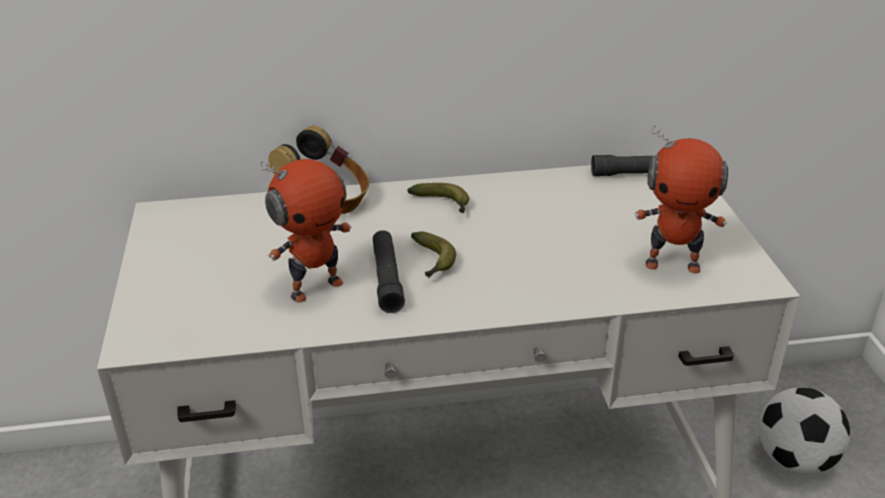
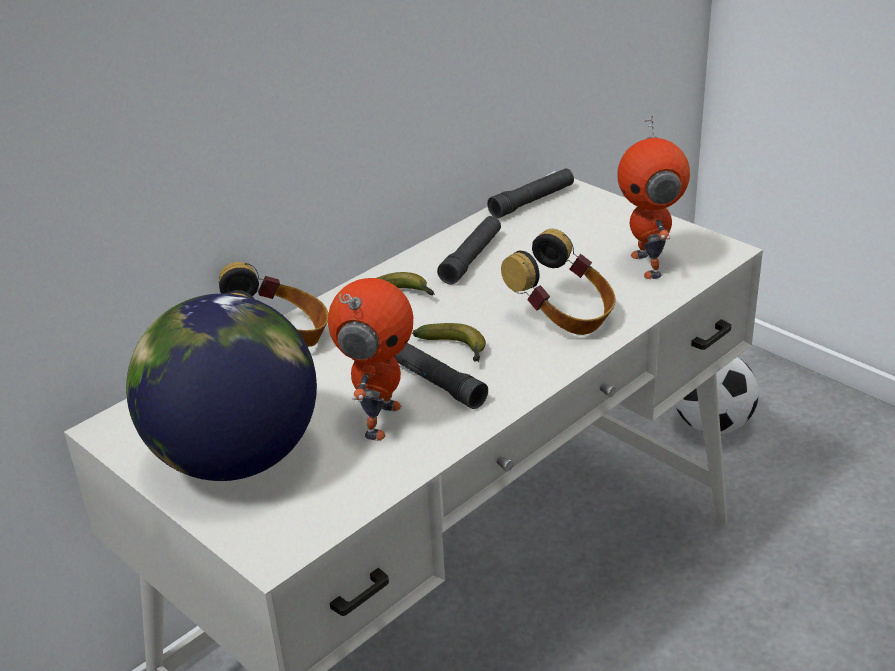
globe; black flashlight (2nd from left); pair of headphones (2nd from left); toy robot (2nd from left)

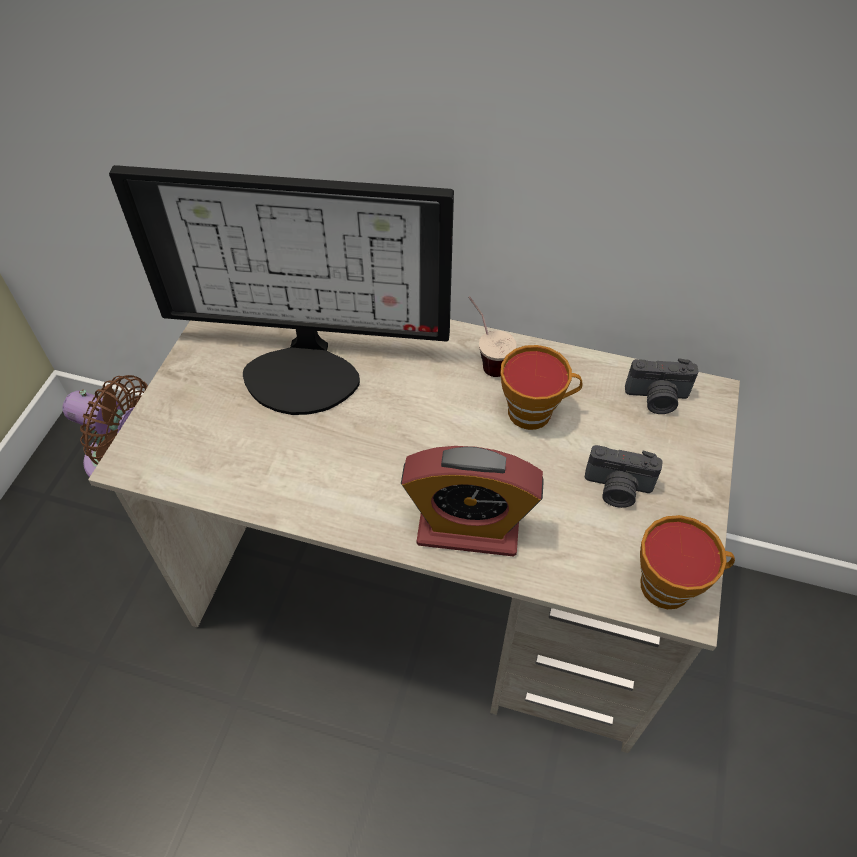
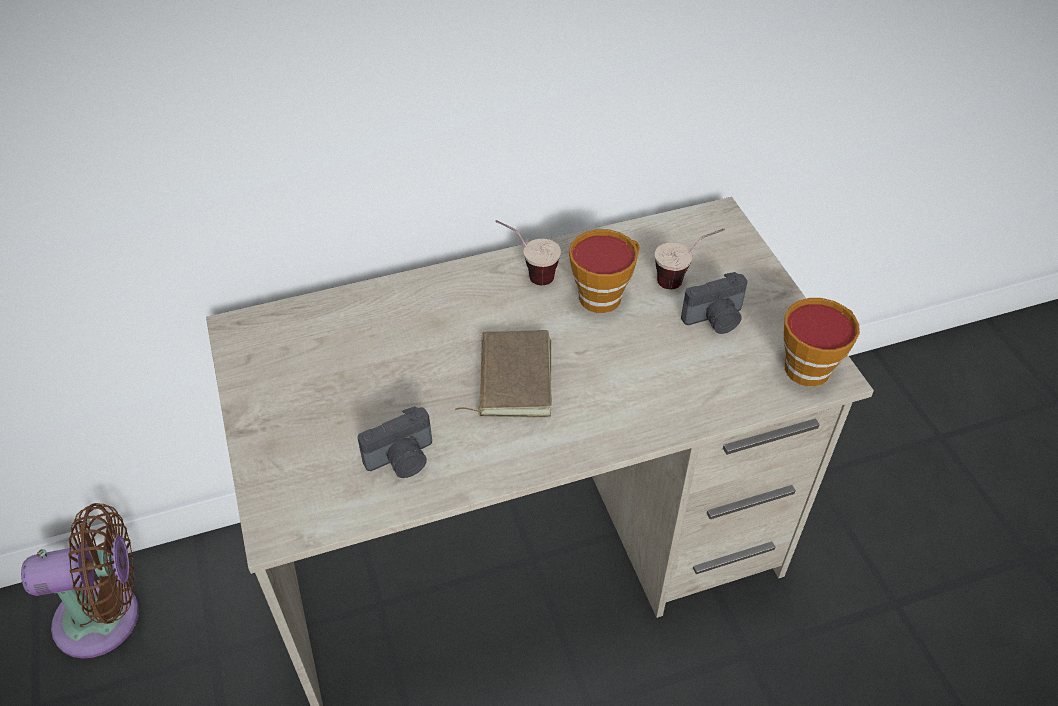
still camera (1st from left); brownish bound book; small cup (3rd from left); monitor; table clock

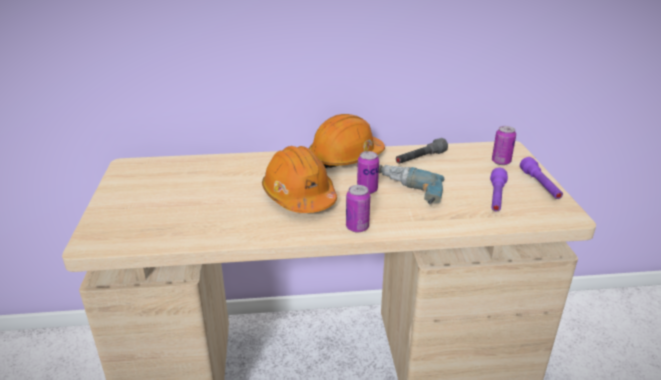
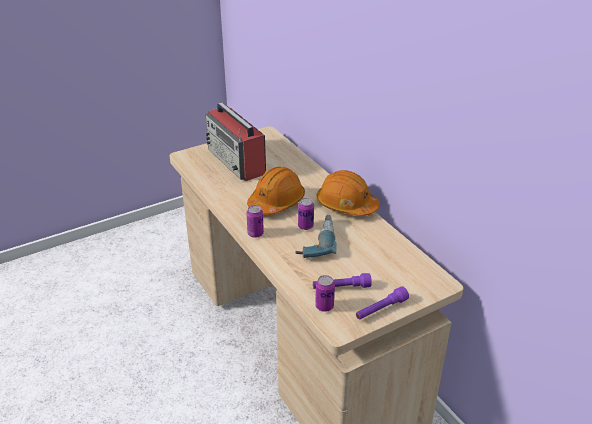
radio receiver; metal can (3rd from left); grey flashlight

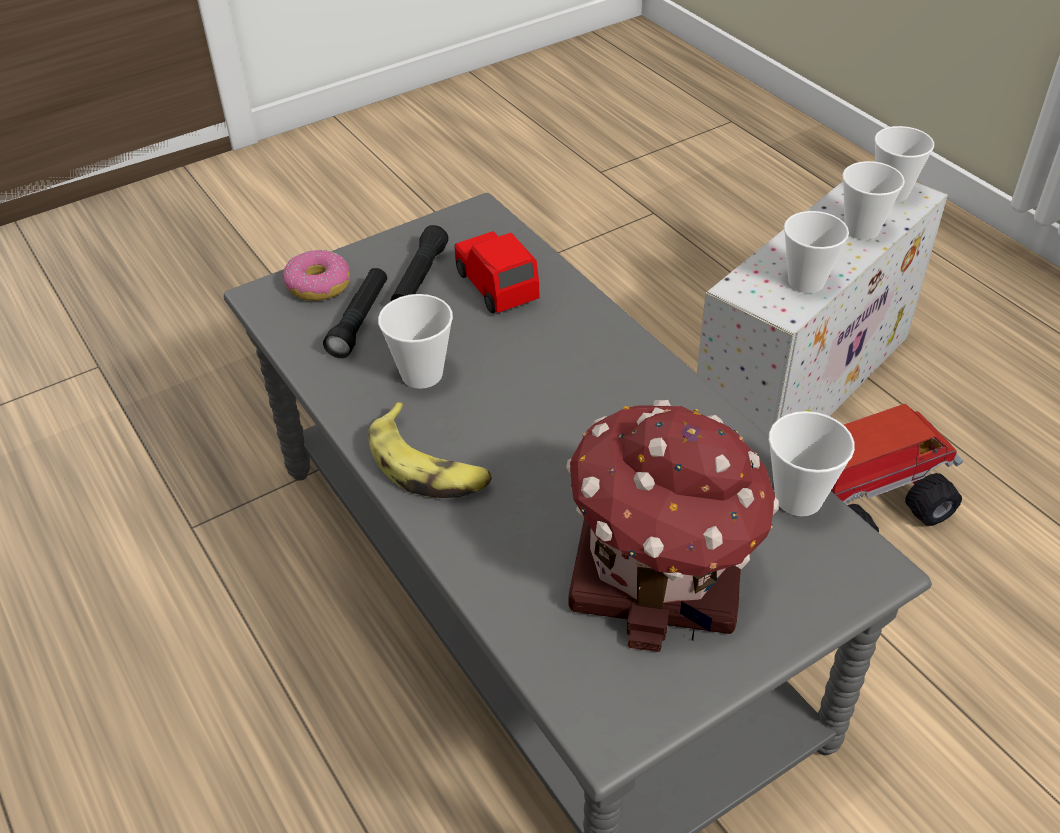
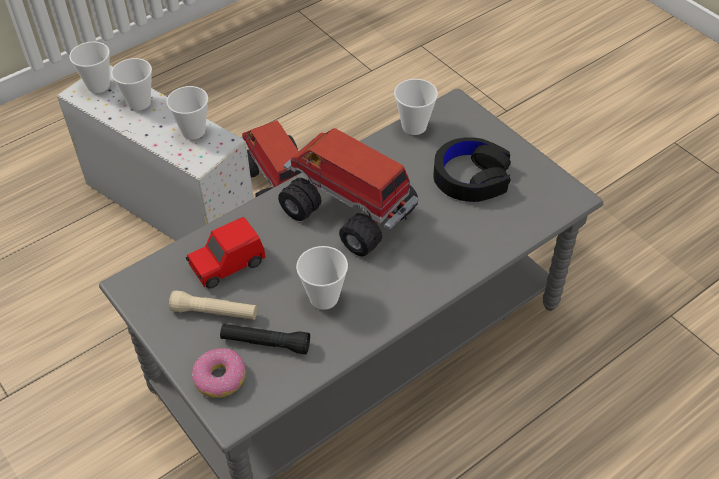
beige-coloured flashlight; model truck (2nd from left); black pair of headphones; banana

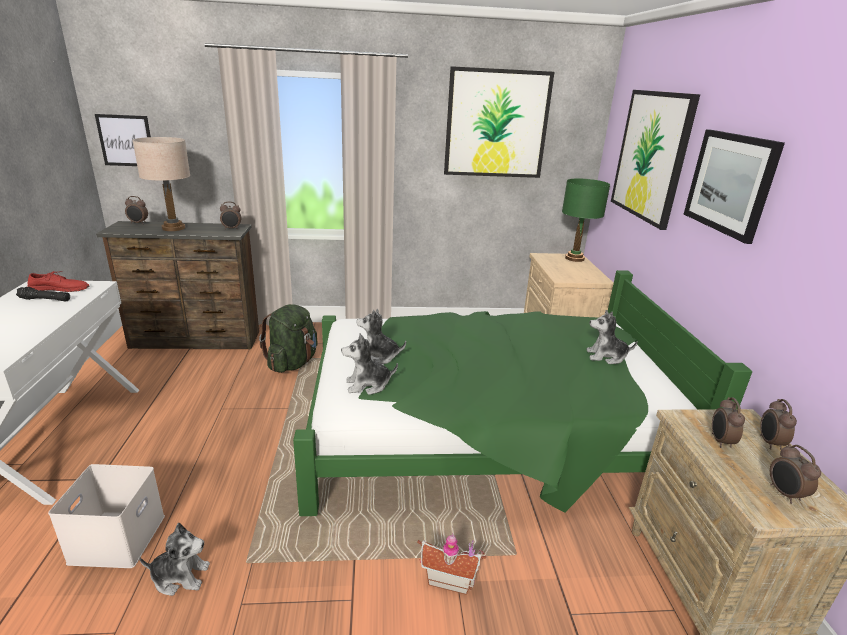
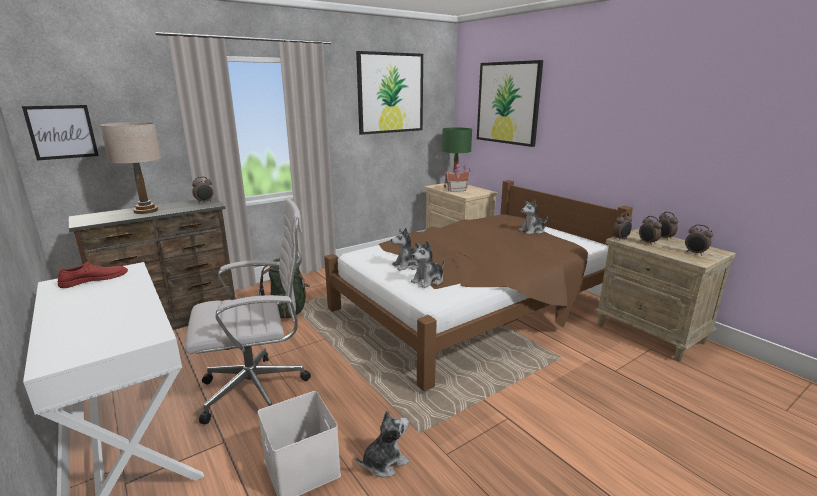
white-coloured desk chair; brownish sleeping bed; miniature house; table clock (2nd from left); black flashlight; wall art (4th from left in the first image)

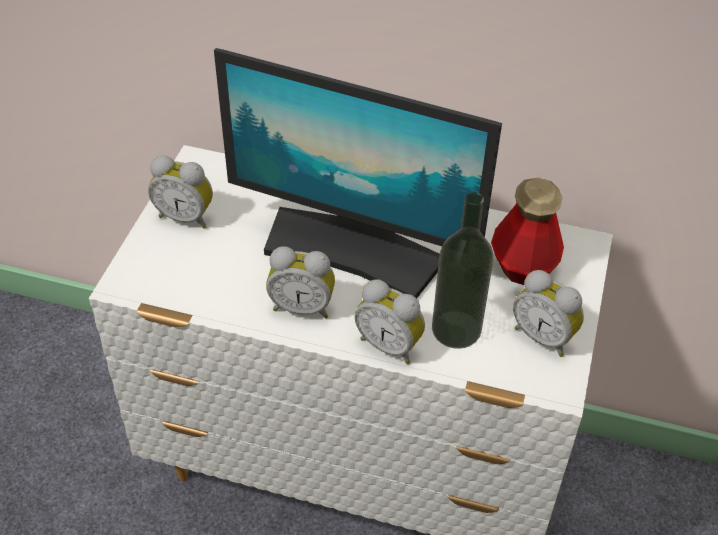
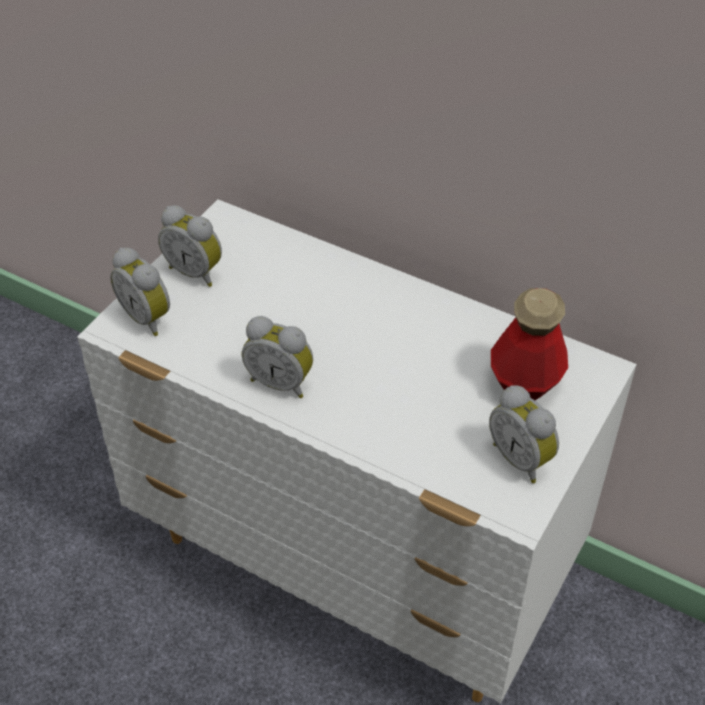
table clock (1st from left); monitor; beverage bottle (1st from left in the first image)

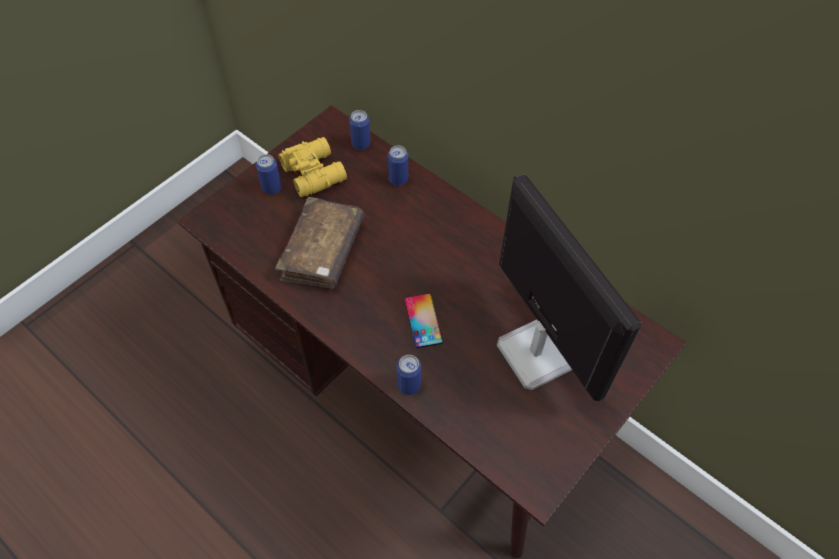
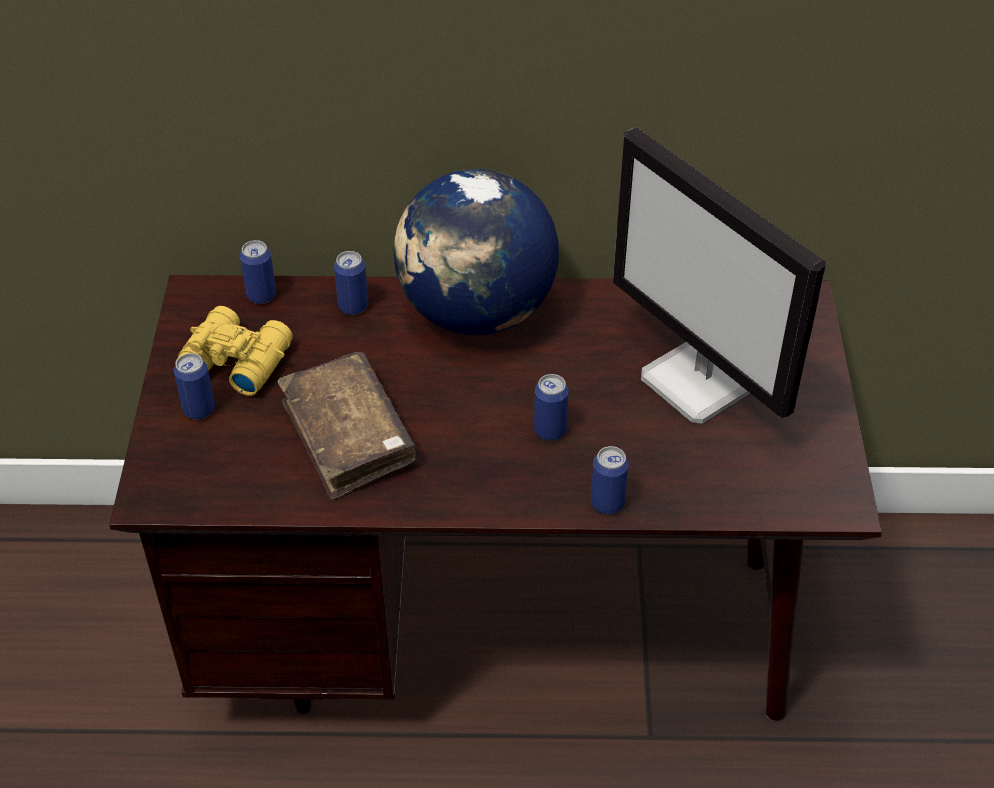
globe; metal can (4th from left); monitor

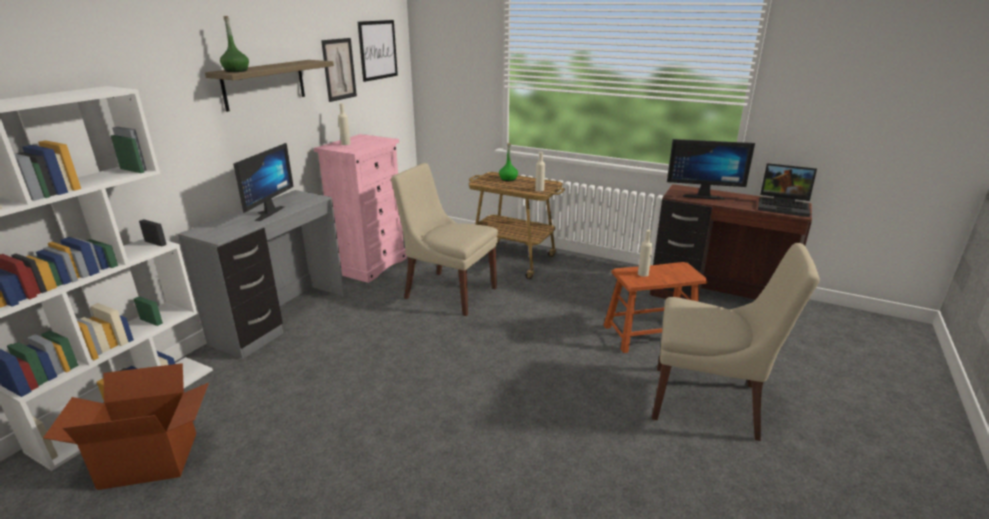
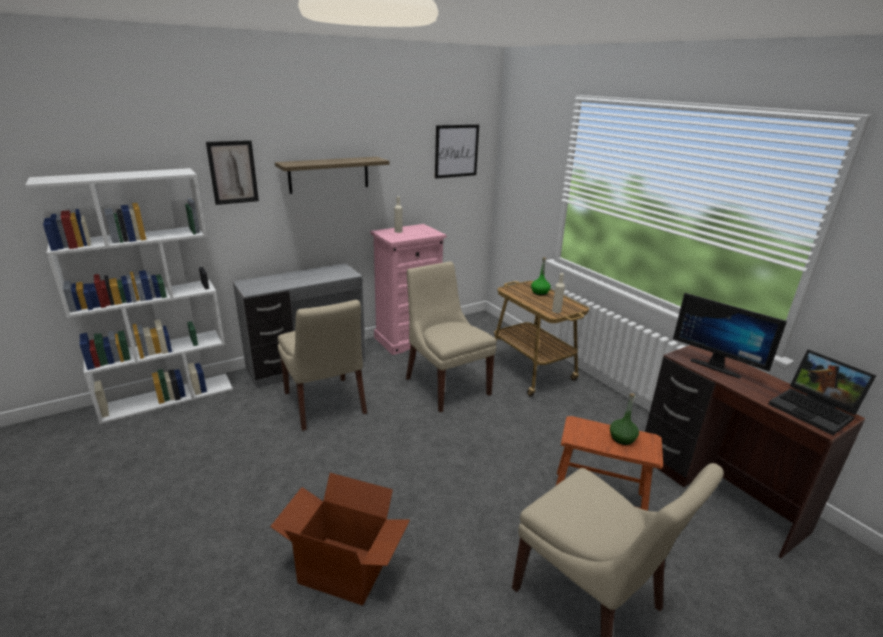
wall art (1st from left); carton; beige-coloured chair (1st from left); greenish beverage bottle (2nd from left); monitor (1st from left in the first image); beige-coloured beverage bottle (3rd from left in the first image)

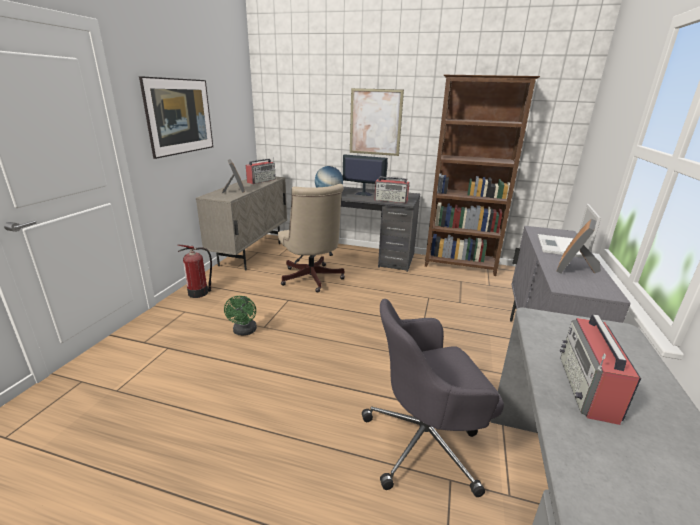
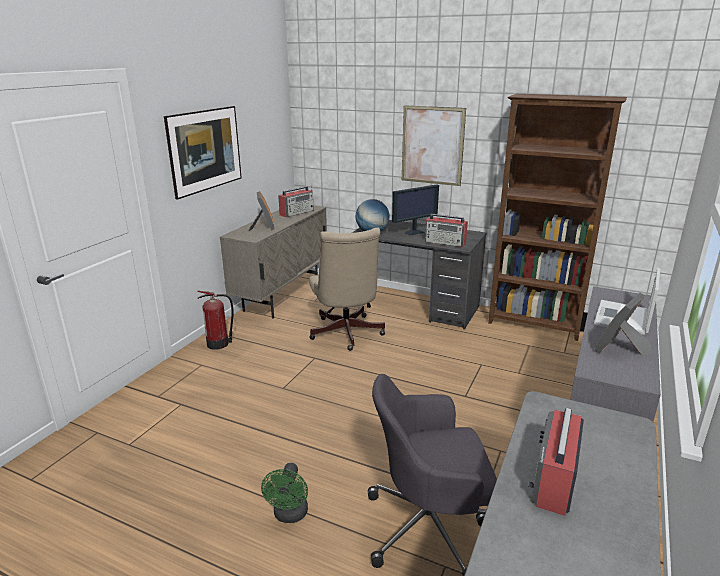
greenish electric fan; monitor

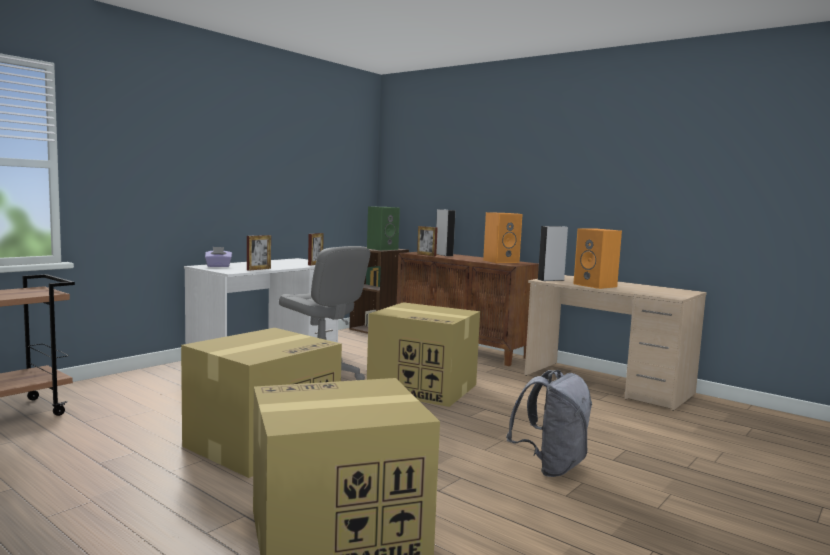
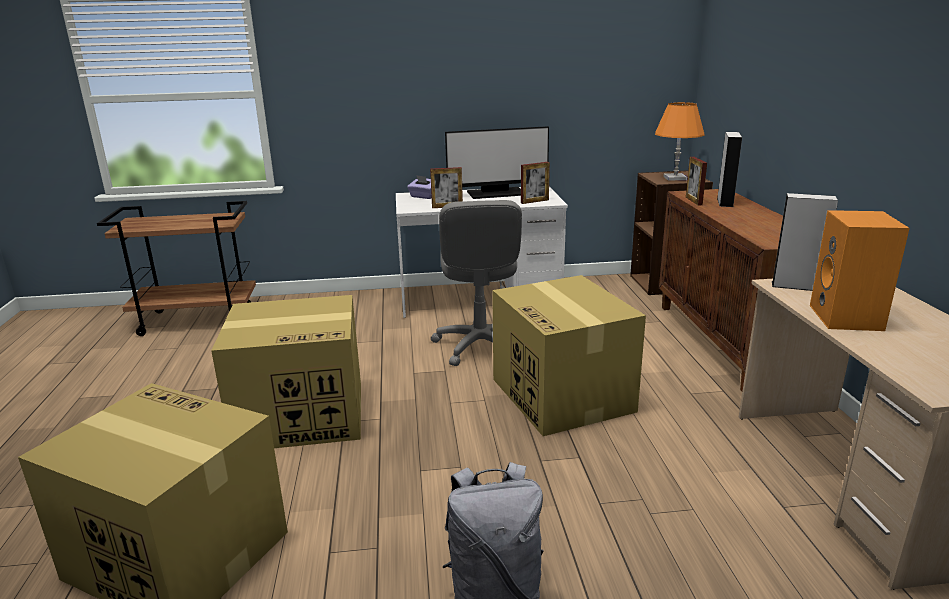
monitor; orange-coloured lamp for a table; orange-coloured audio speaker (1st from left in the first image)

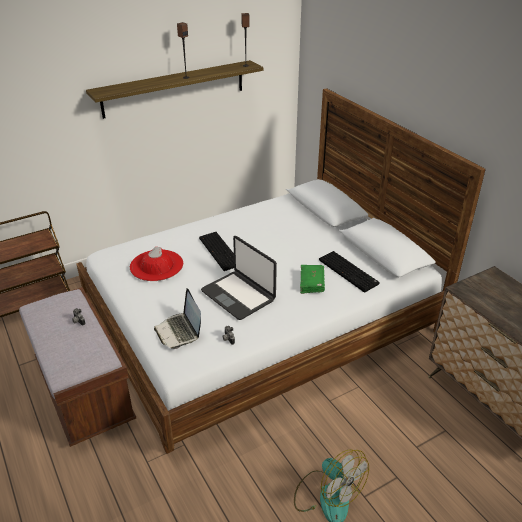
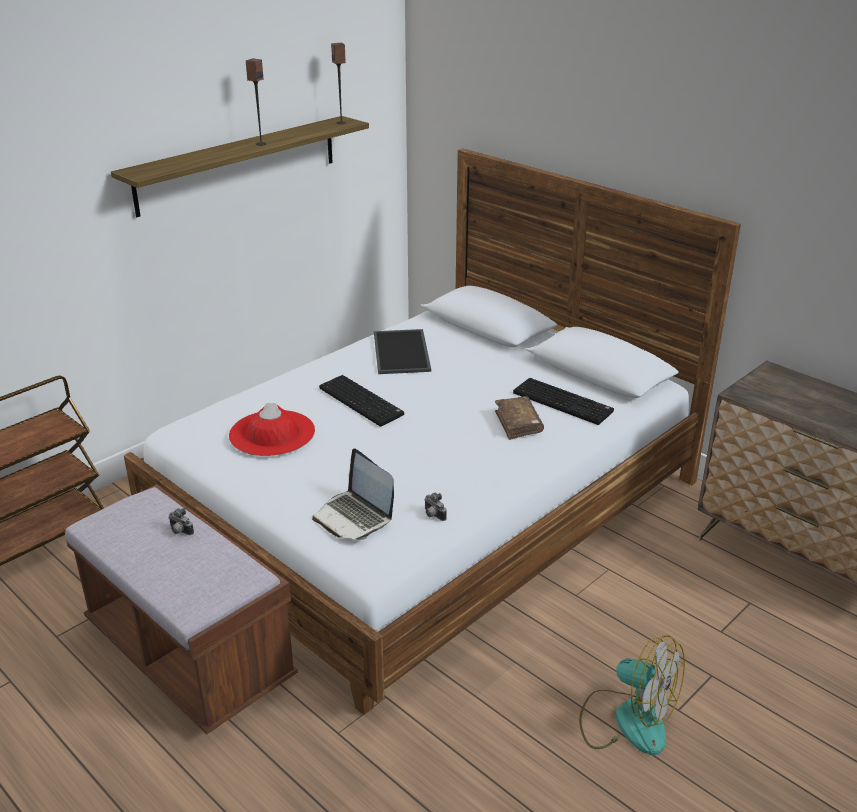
serving tray; brownish bound book; portable computer (2nd from left in the first image)

